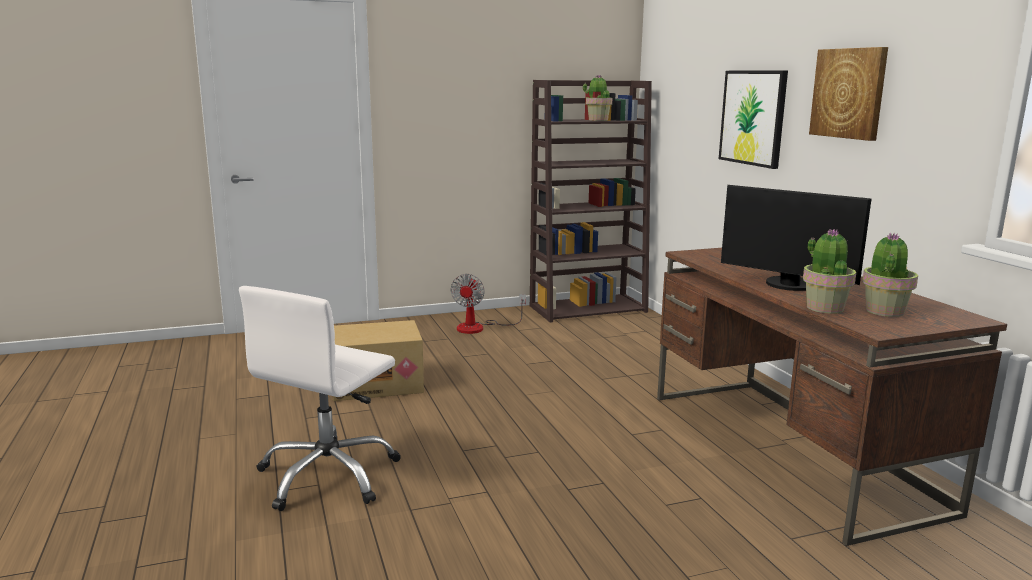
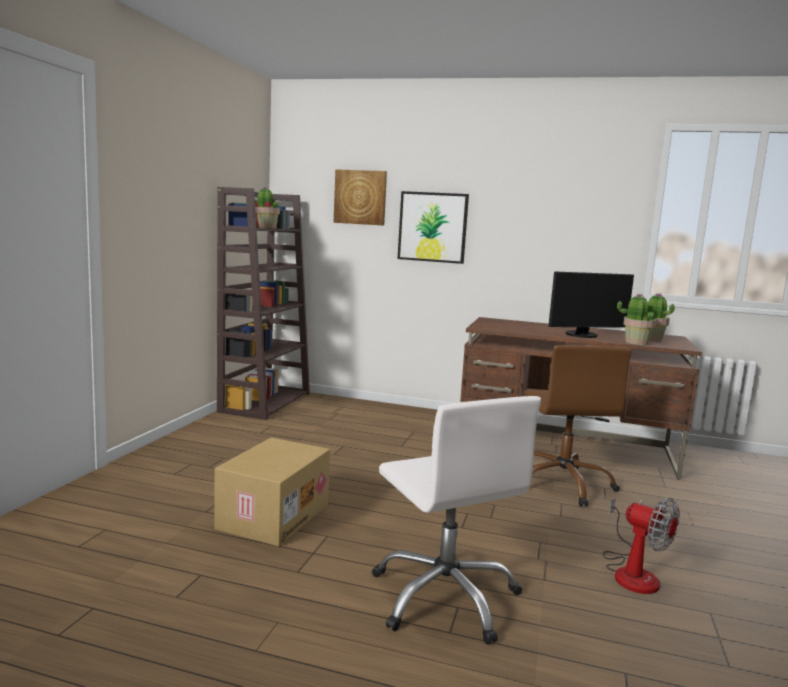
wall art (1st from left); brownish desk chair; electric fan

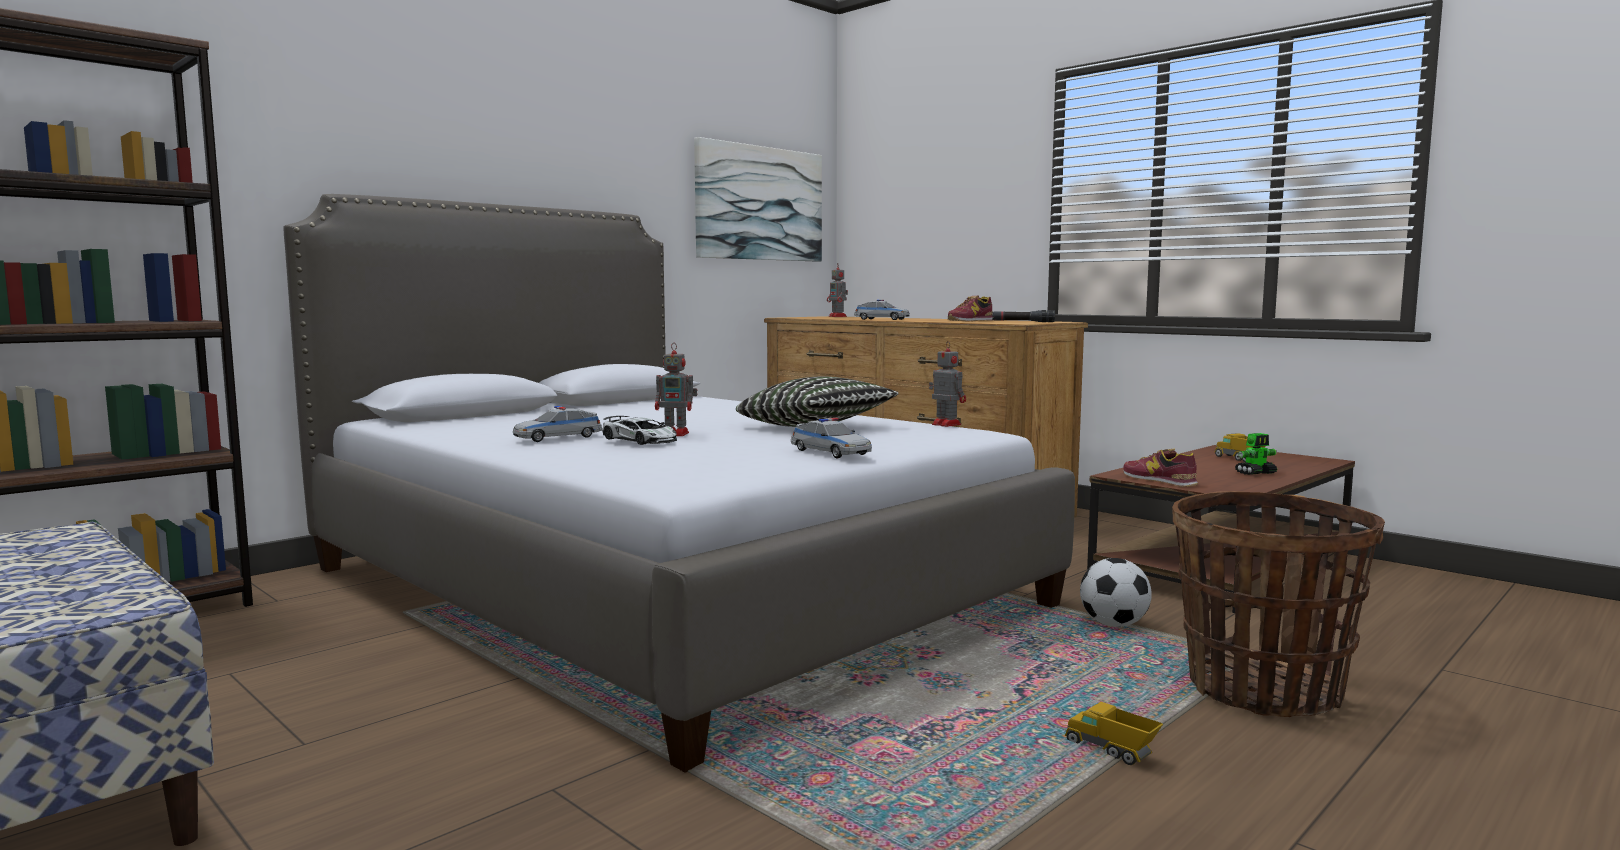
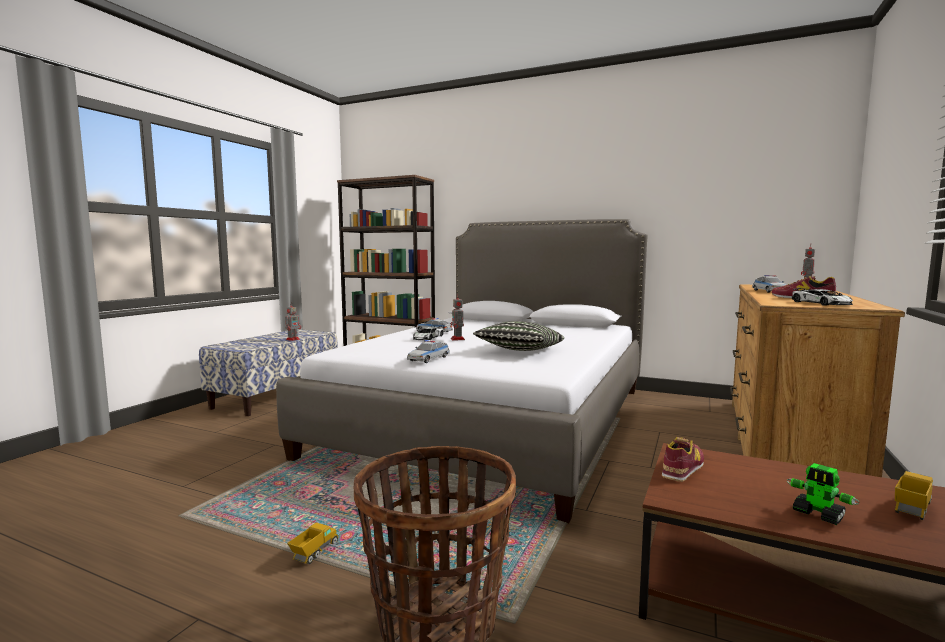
toy robot (1st from left); miniature car (5th from left); wall art; football ball

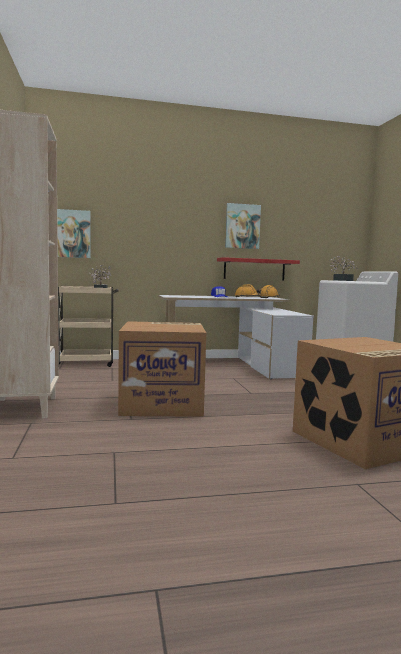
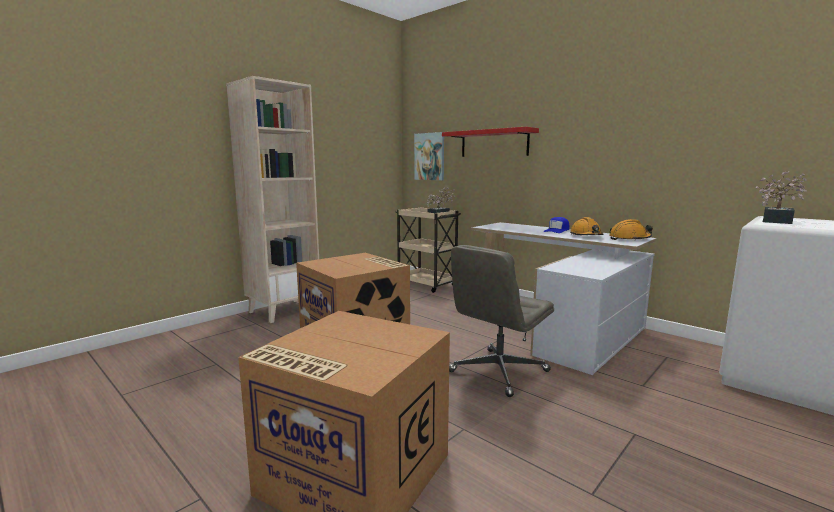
red shelf; grey desk chair; wall art (2nd from left in the first image)

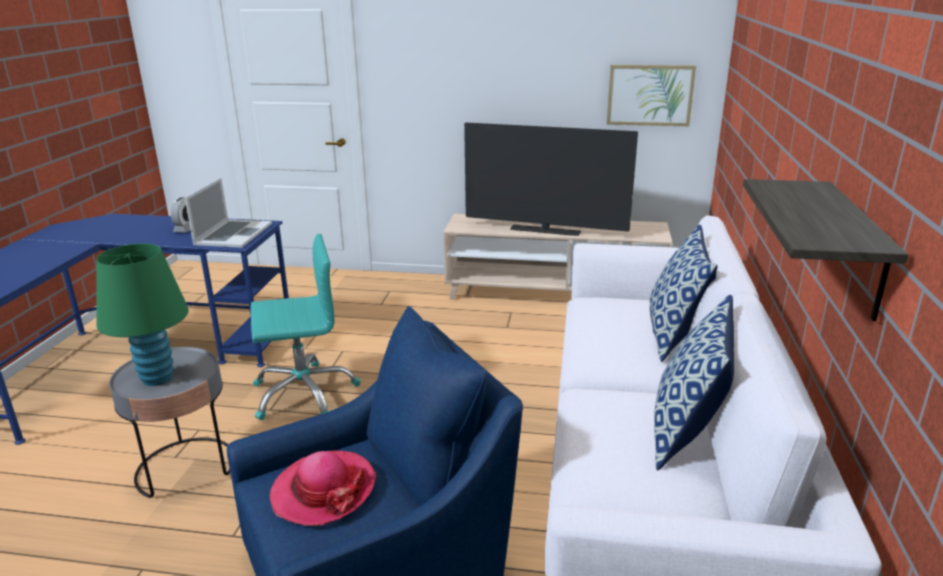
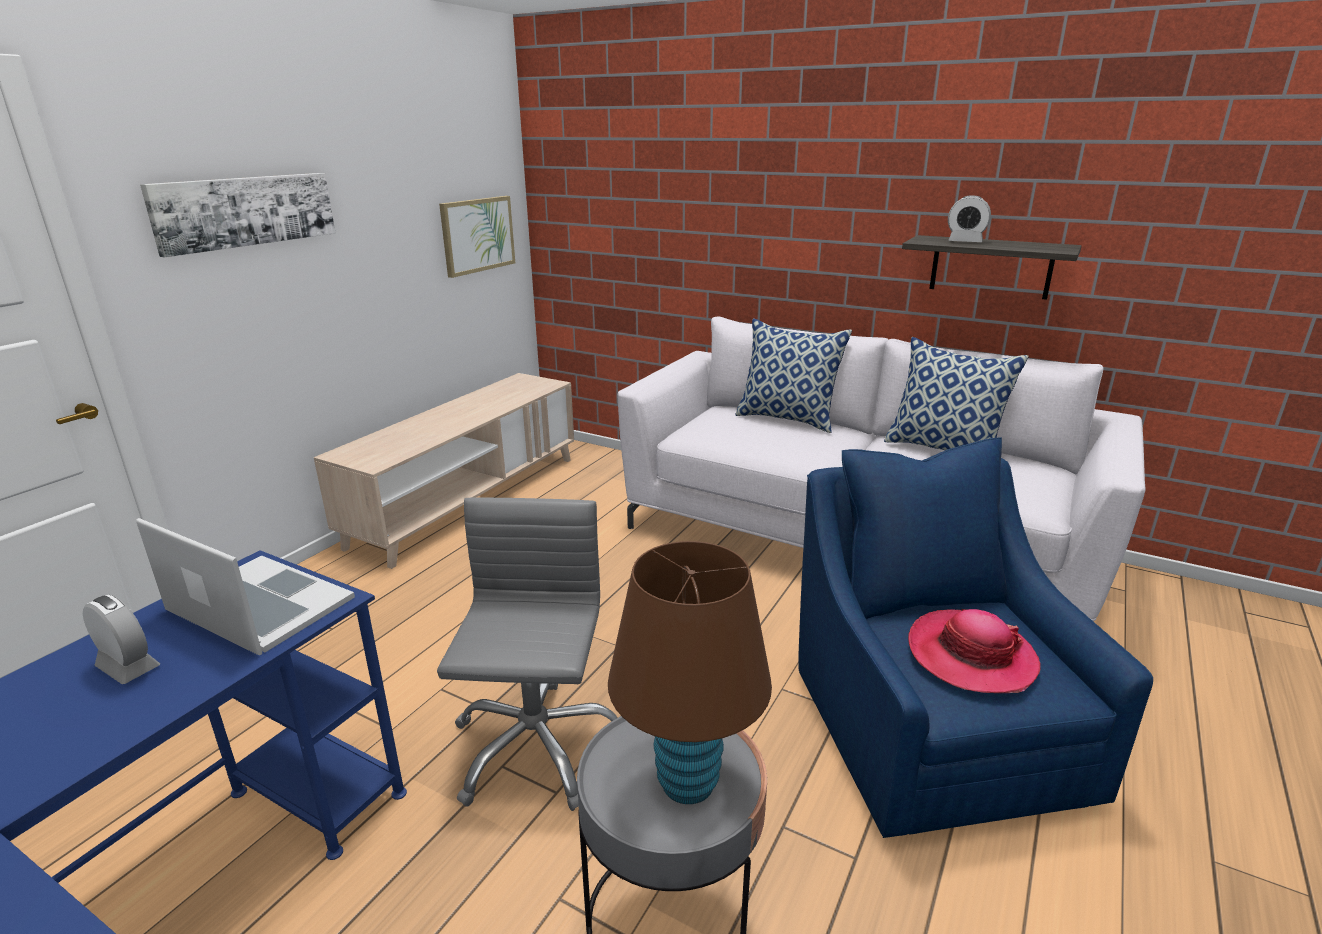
wall art (1st from left); grey desk chair; brownish lamp for a table; table clock (2nd from left); TV

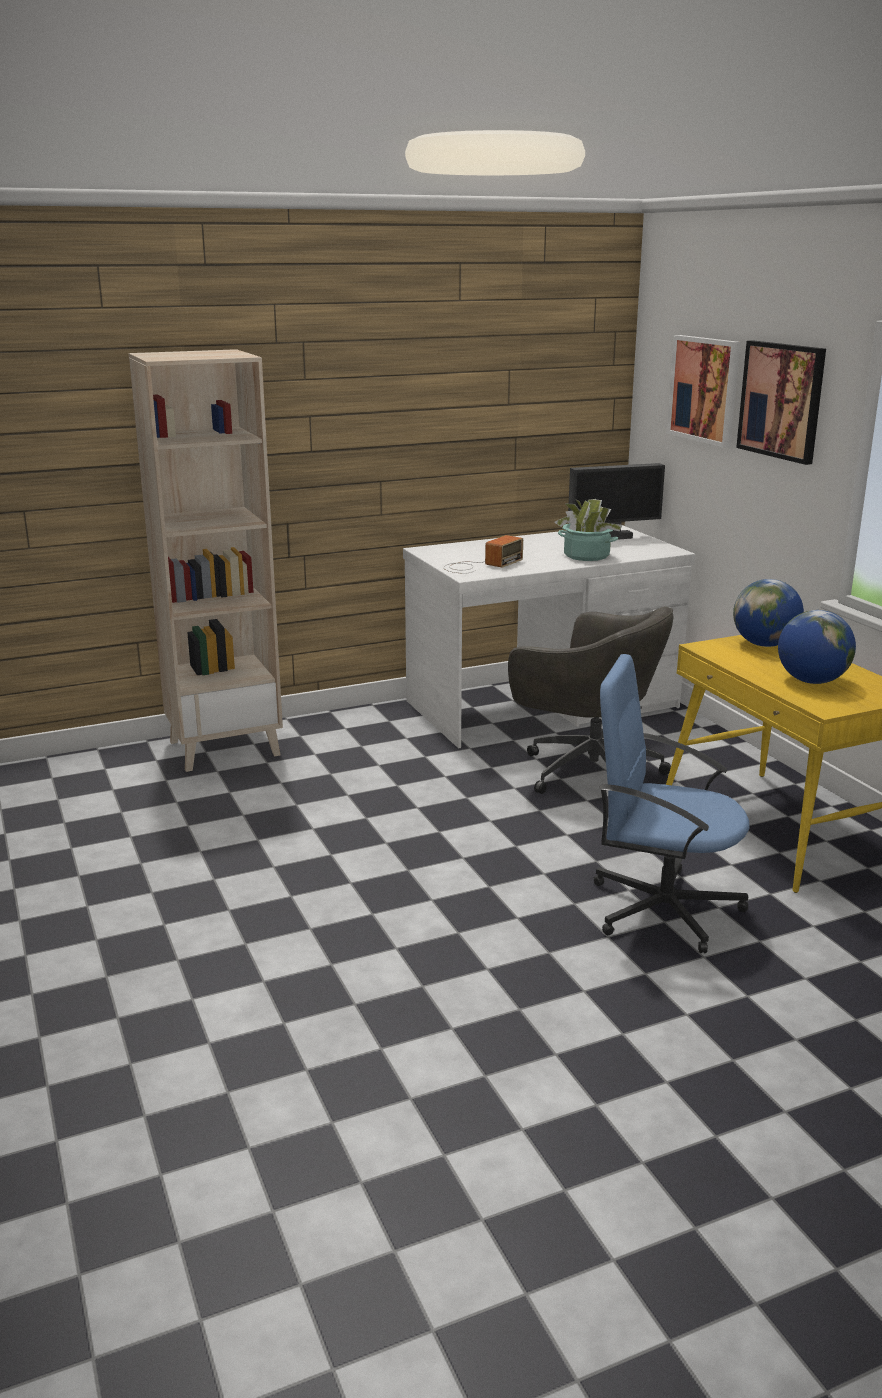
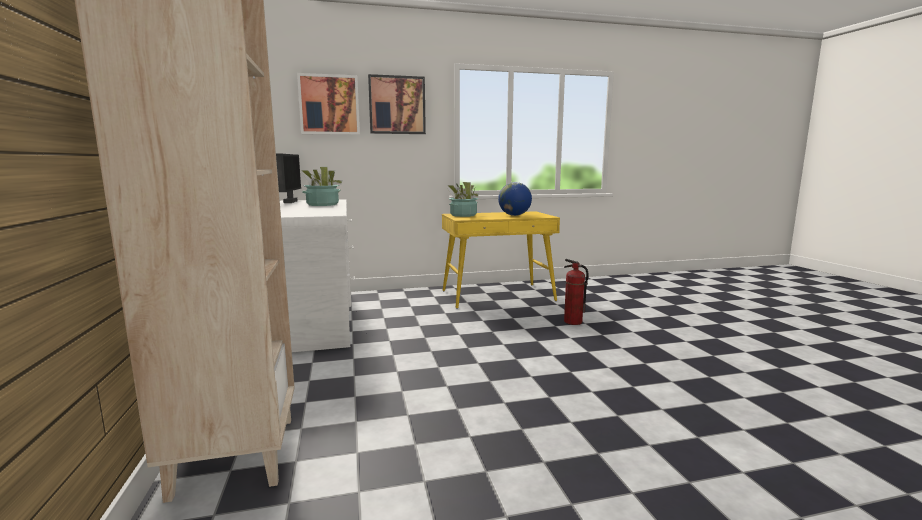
plant in a pot (2nd from left); fire-fighting cylinder; radio receiver; grey desk chair

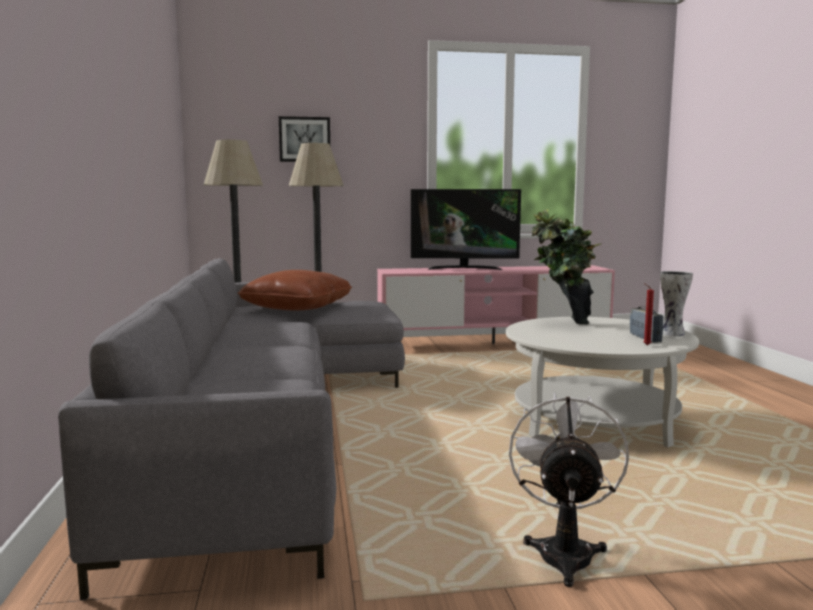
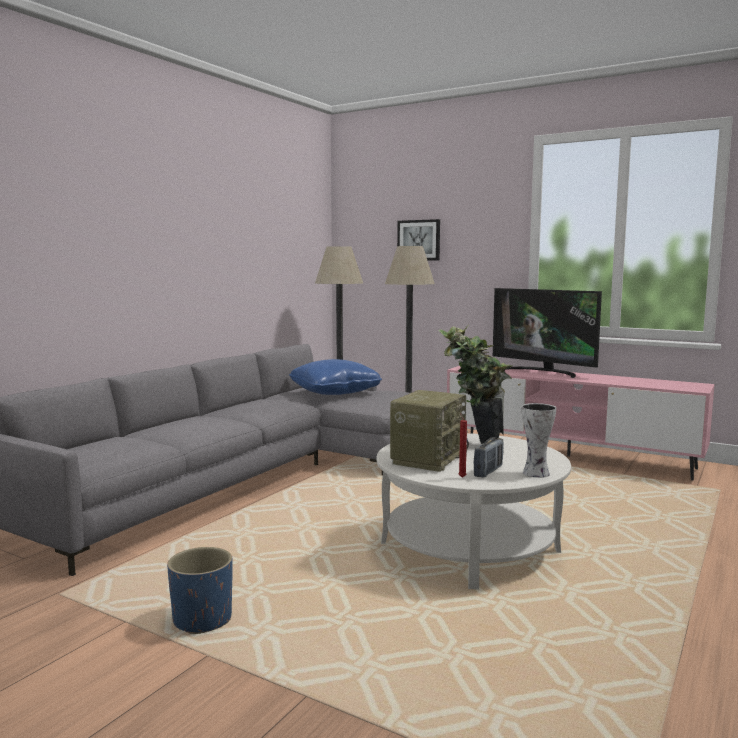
blue plant pot; blue cushion; radio receiver (1st from left)

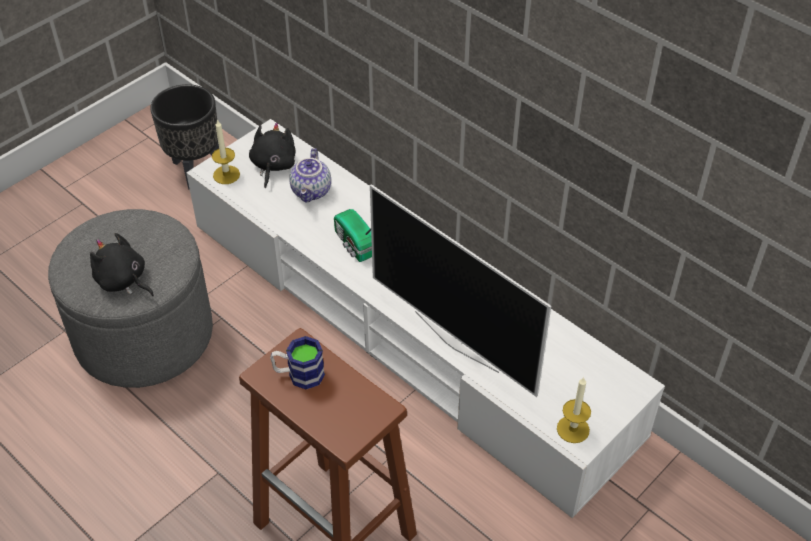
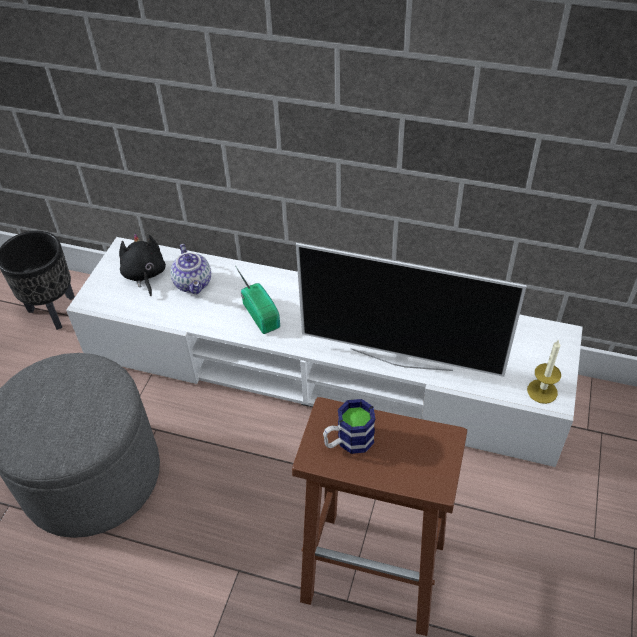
radio receiver; black cuddly toy (1st from left in the first image); wax light (1st from left in the first image)

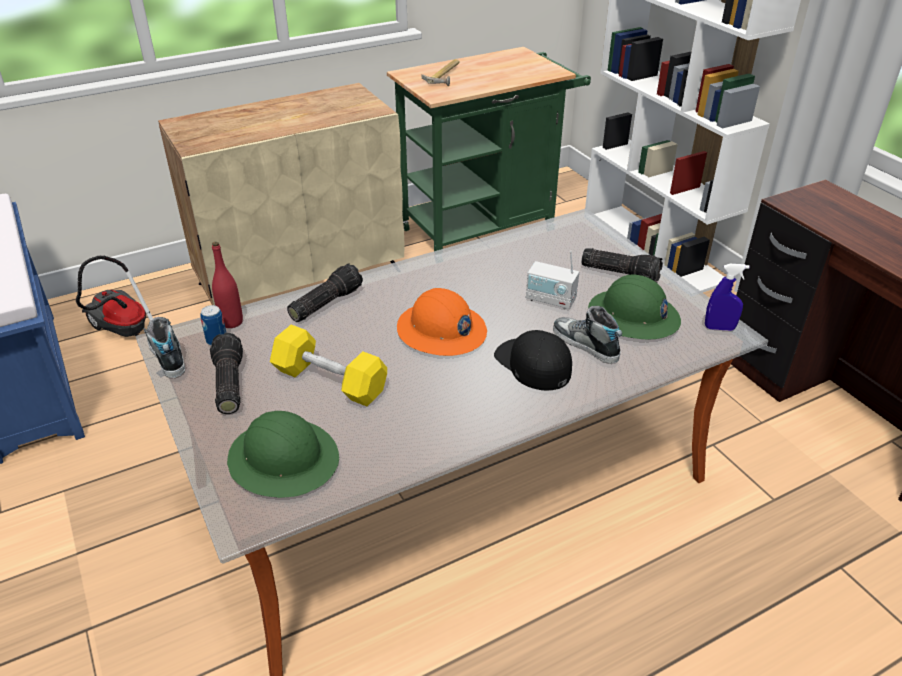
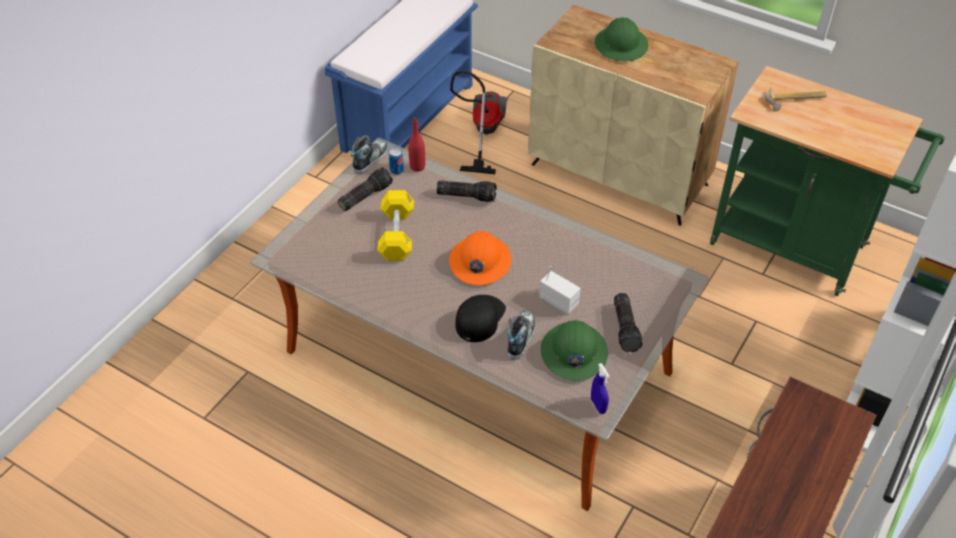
radio receiver; greenish work helmet (2nd from left)

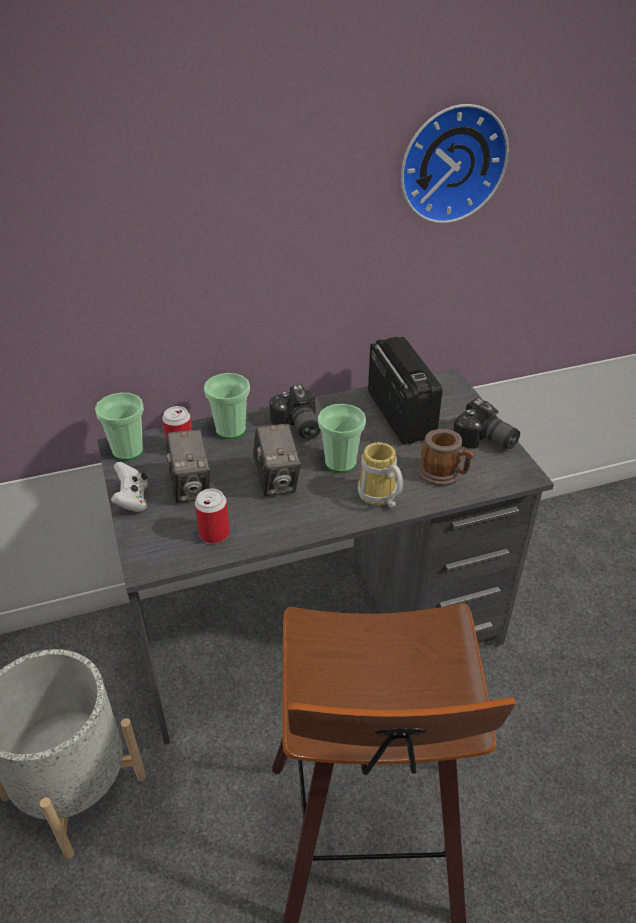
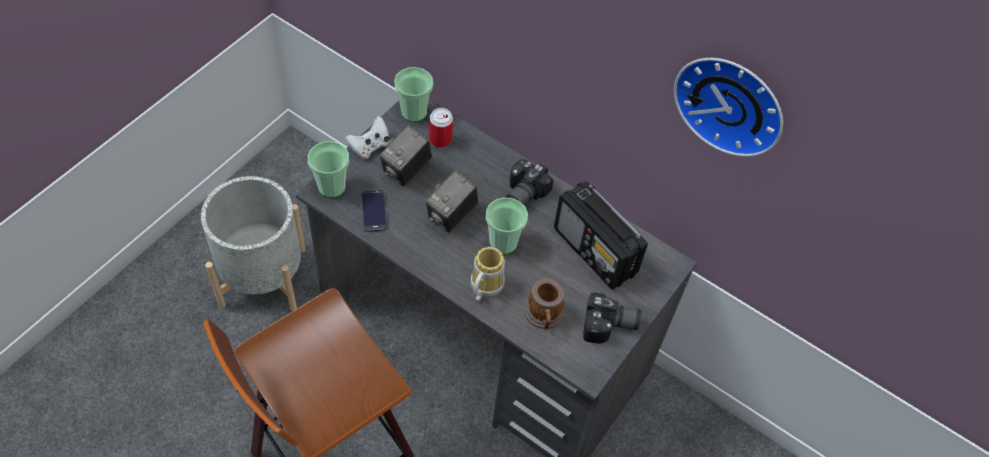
small cup (1st from left); phone; radio receiver; still camera (4th from left)

